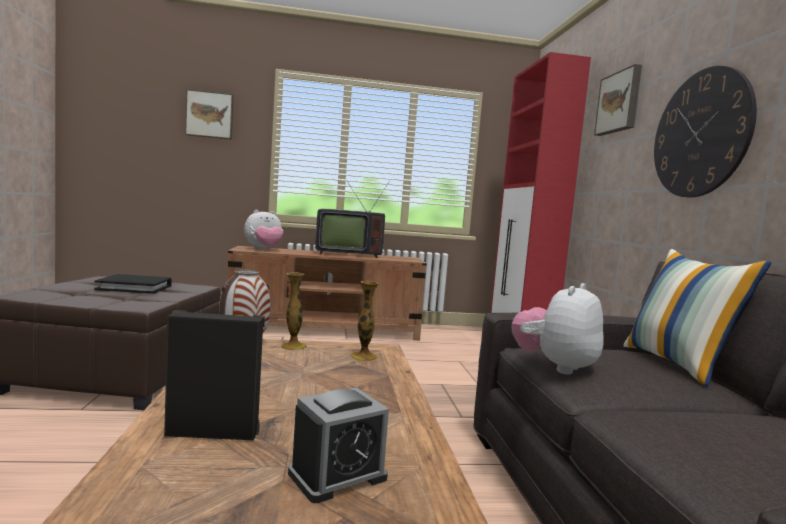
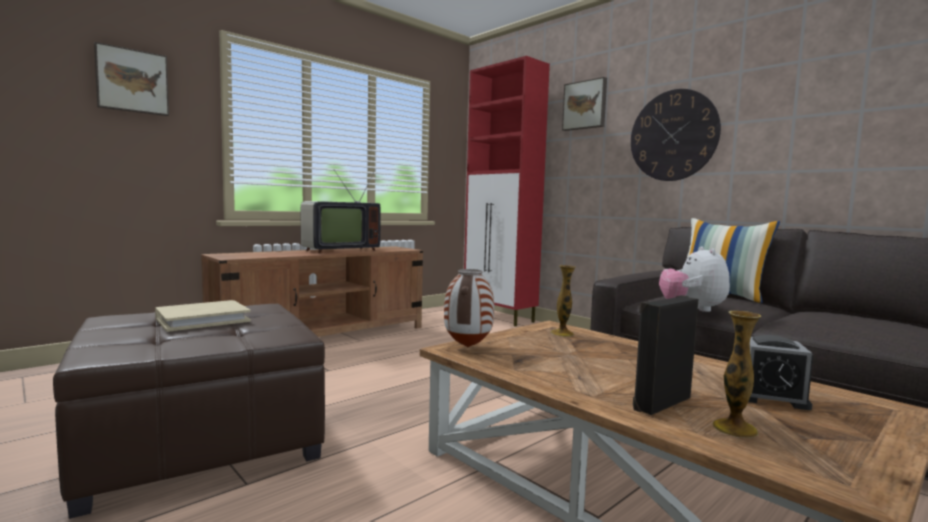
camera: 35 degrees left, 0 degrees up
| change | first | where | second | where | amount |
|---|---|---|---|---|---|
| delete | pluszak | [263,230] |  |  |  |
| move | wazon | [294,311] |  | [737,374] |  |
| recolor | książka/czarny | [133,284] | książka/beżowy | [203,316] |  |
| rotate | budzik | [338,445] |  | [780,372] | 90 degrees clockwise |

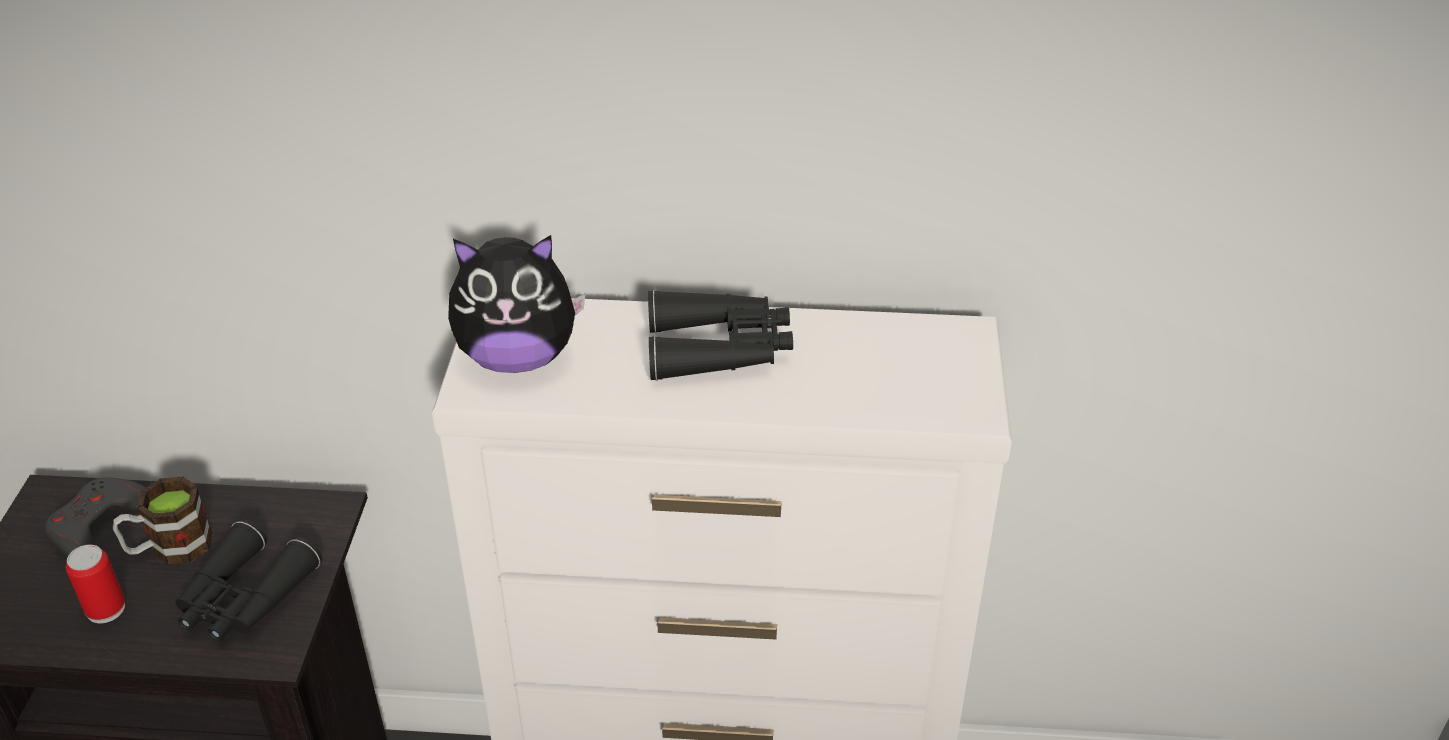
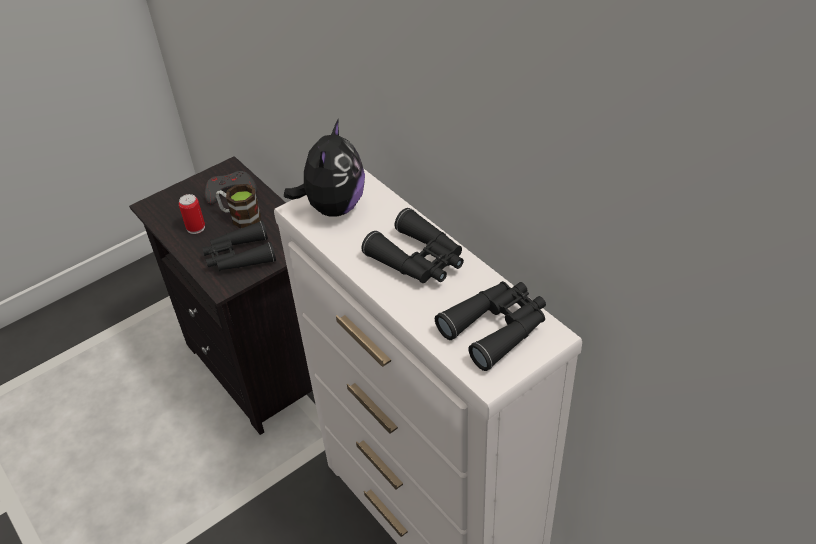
camera: 50 degrees right, 5 degrees up
| change | first | where | second | where | amount |
|---|---|---|---|---|---|
| insert |  |  | lornetka/czarny | [490,326] |  |
| rotate | pluszak | [517,304] |  | [324,167] | 120 degrees counterclockwise |

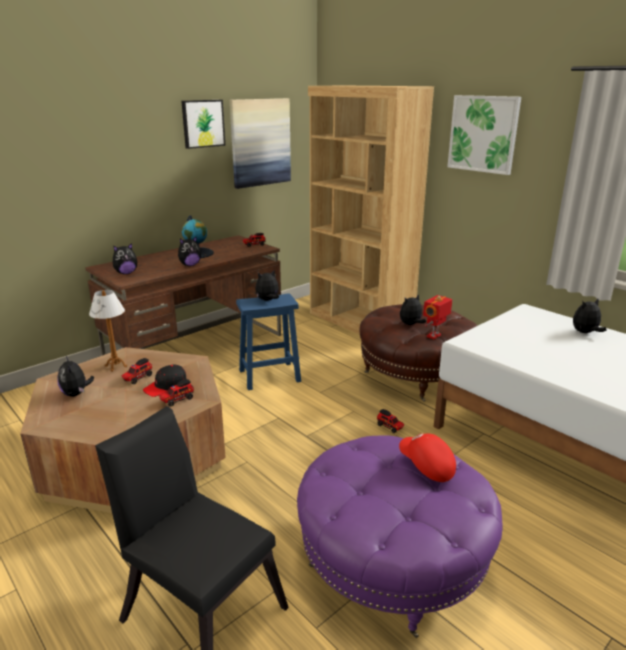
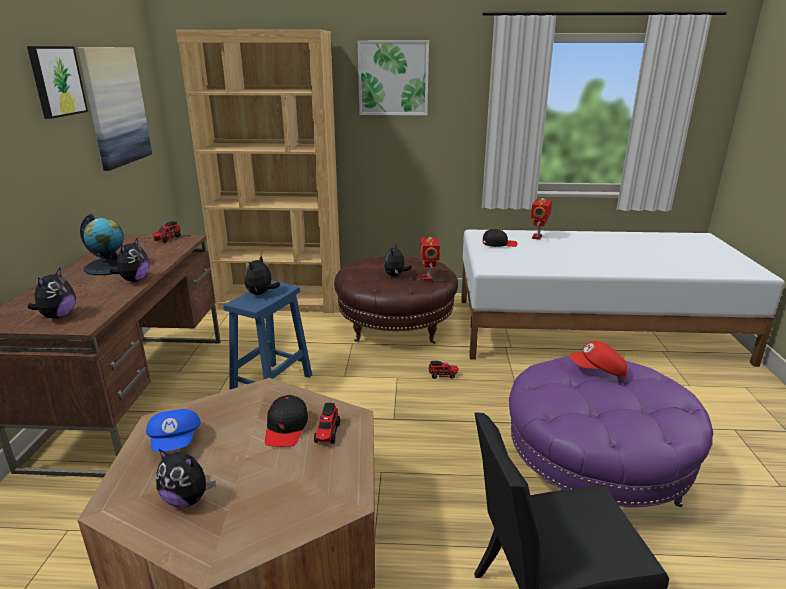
camera: 45 degrees left, 0 degrees up
| change | first | where | second | where | amount |
|---|---|---|---|---|---|
| delete | ciężarówka zabawkowa | [137,371] |  |  |  |
| insert |  |  | czapka z daszkiem/czarny | [500,238] |  |
| replace | lampa stołowa | [108,331] | czapka z daszkiem/niebieski | [173,430] |  |
| replace | pluszak | [590,316] | robot zabawkowy | [541,219] |  |

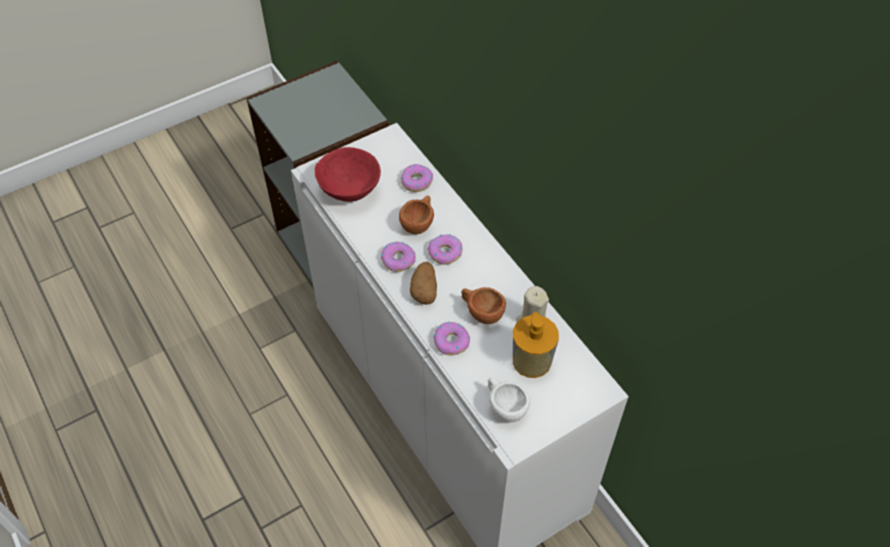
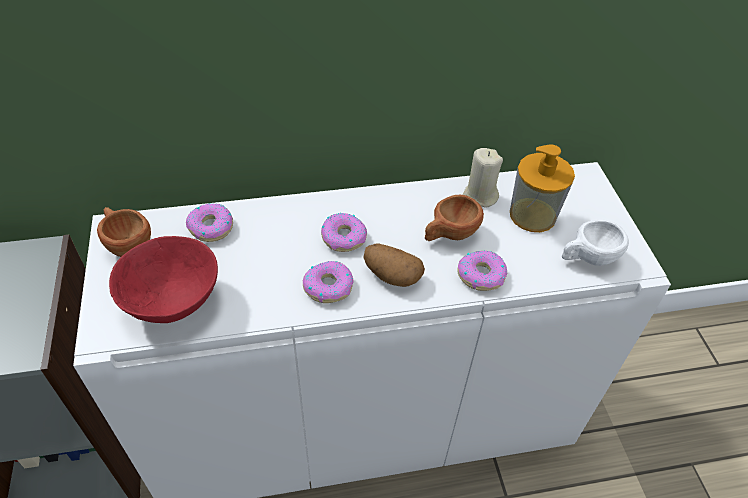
camera: 70 degrees left, 5 degrees down
| change | first | where | second | where | amount |
|---|---|---|---|---|---|
| move | filiżanka/brązowy | [416,215] |  | [124,232] |  |

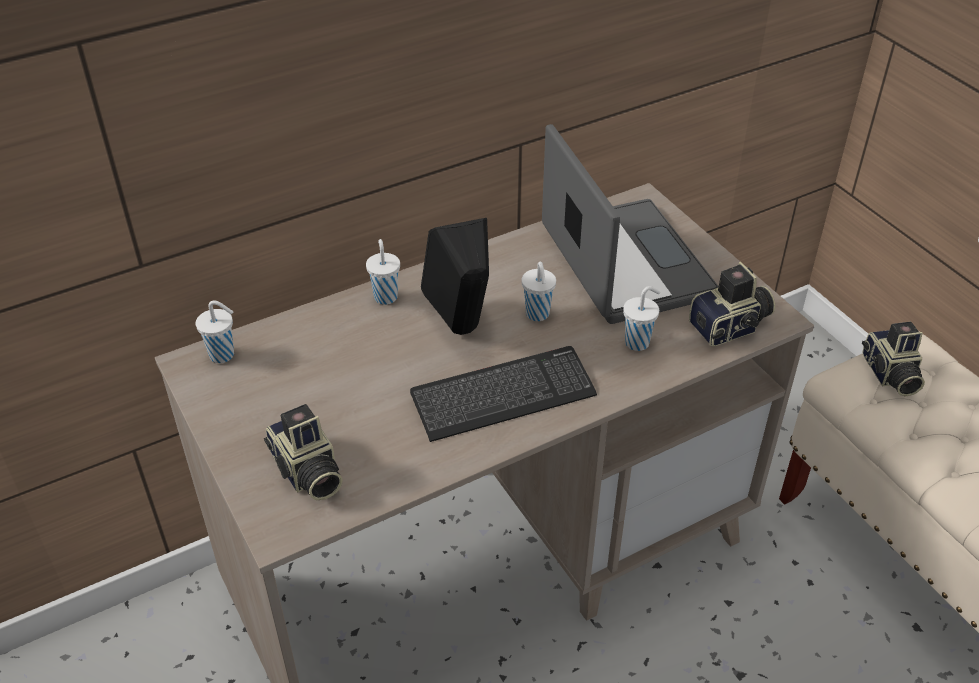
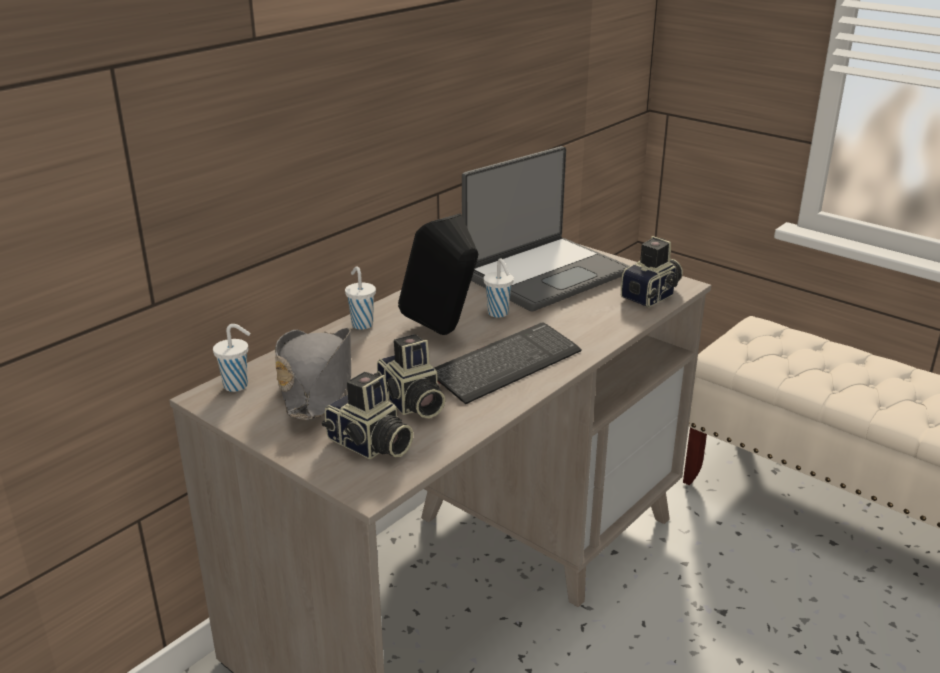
camera: 20 degrees left, 15 degrees down
| change | first | where | second | where | amount |
|---|---|---|---|---|---|
| delete | filiżanka/biały | [641,318] |  |  |  |
| insert |  |  | kapelusz/szary | [313,374] |  |
| move | aparat fotograficzny | [893,359] |  | [409,376] |  |
| rotate | laptop | [630,224] |  | [546,228] | 90 degrees clockwise |

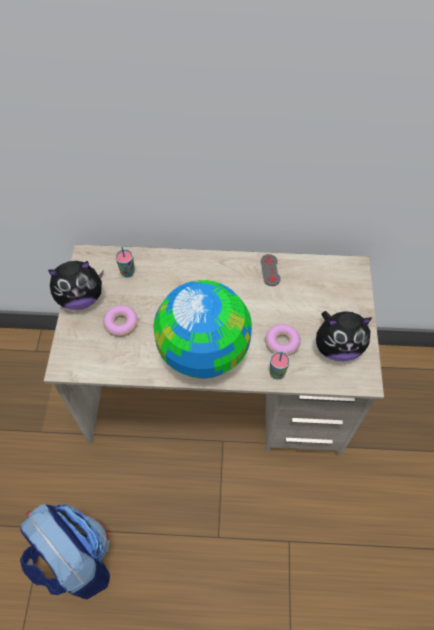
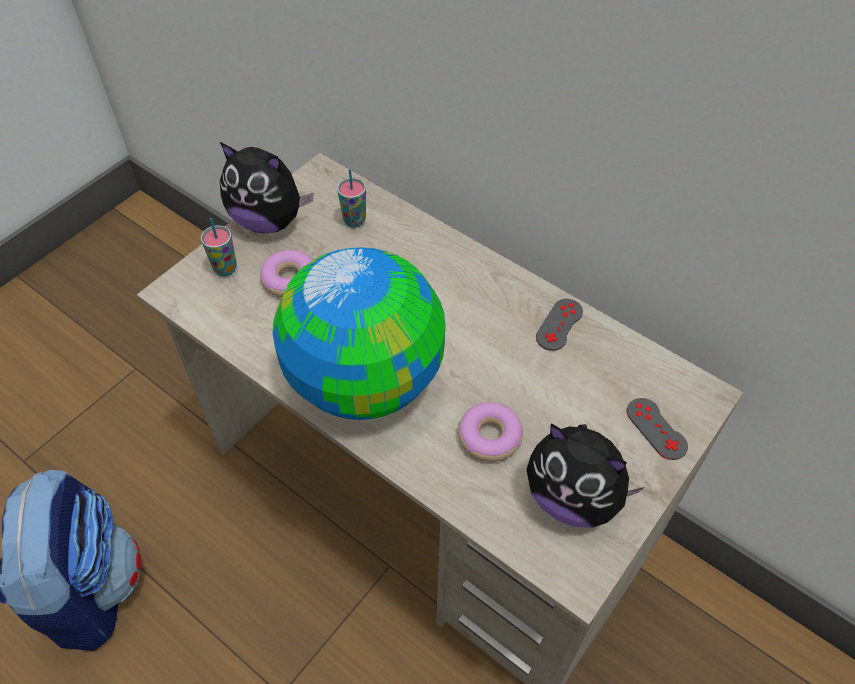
camera: 35 degrees right, 5 degrees down
| change | first | where | second | where | amount |
|---|---|---|---|---|---|
| insert |  |  | pad do gier/szary | [657,429] |  |
| move | filiżanka | [280,365] |  | [219,247] |  |

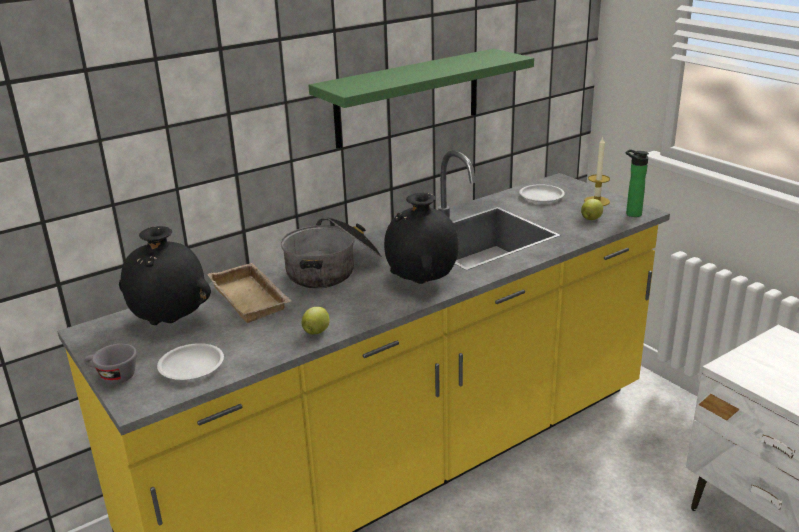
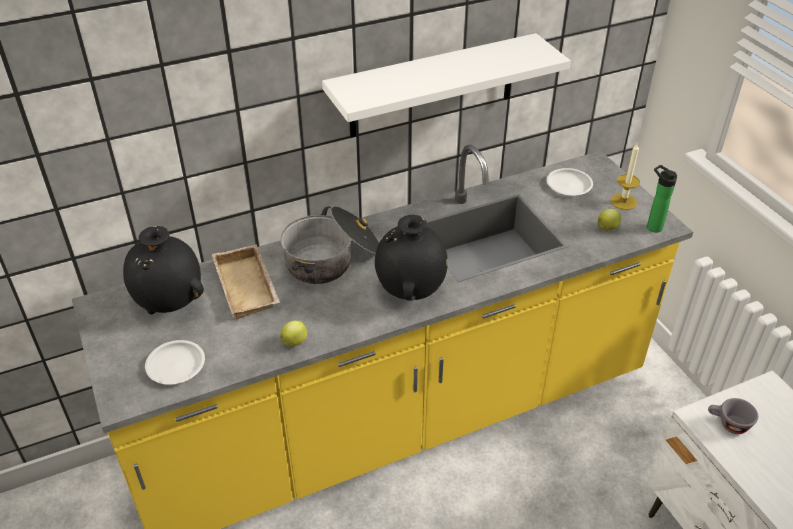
camera: 10 degrees right, 15 degrees up
| change | first | where | second | where | amount |
|---|---|---|---|---|---|
| move | filiżanka/szary | [110,364] |  | [733,416] |  |
| recolor | półka/zielony | [421,99] | półka/biały | [446,85] |  |

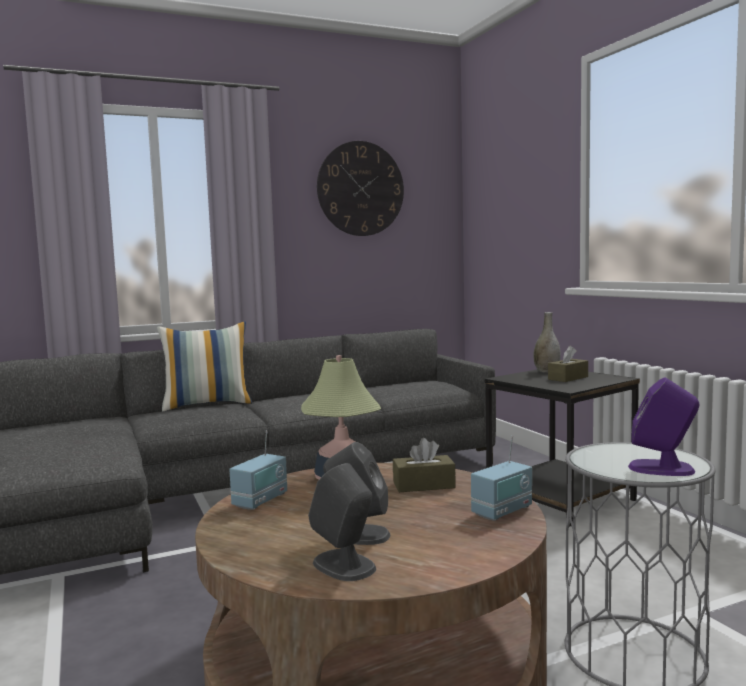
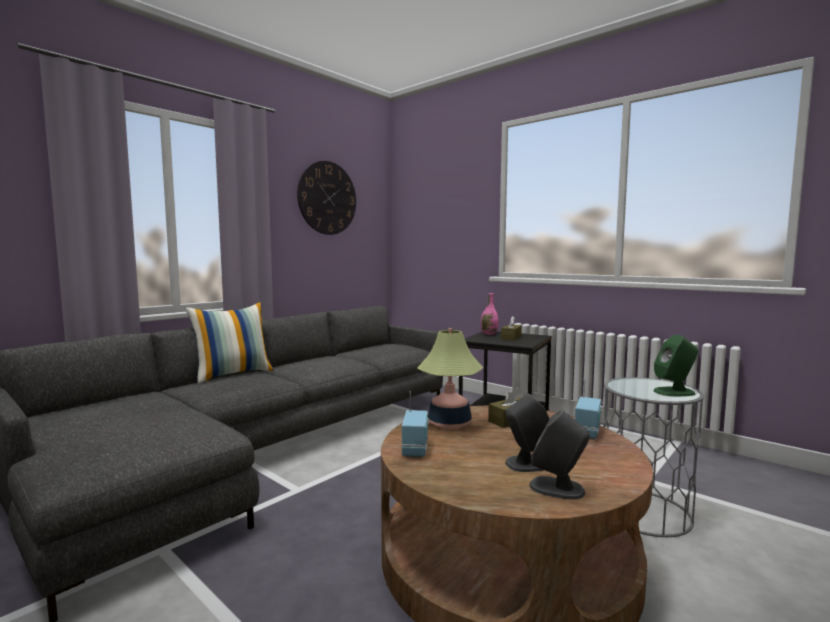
camera: 25 degrees left, 0 degrees up
| change | first | where | second | where | amount |
|---|---|---|---|---|---|
| recolor | wazon/szary | [547,342] | wazon/różowy | [489,314] |  |
| recolor | głośnik/fioletowy | [663,426] | głośnik/zielony | [675,365] |  |

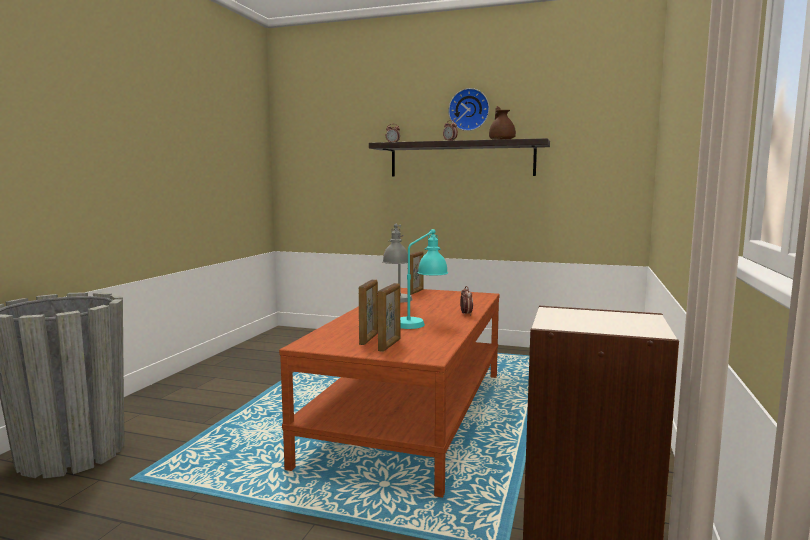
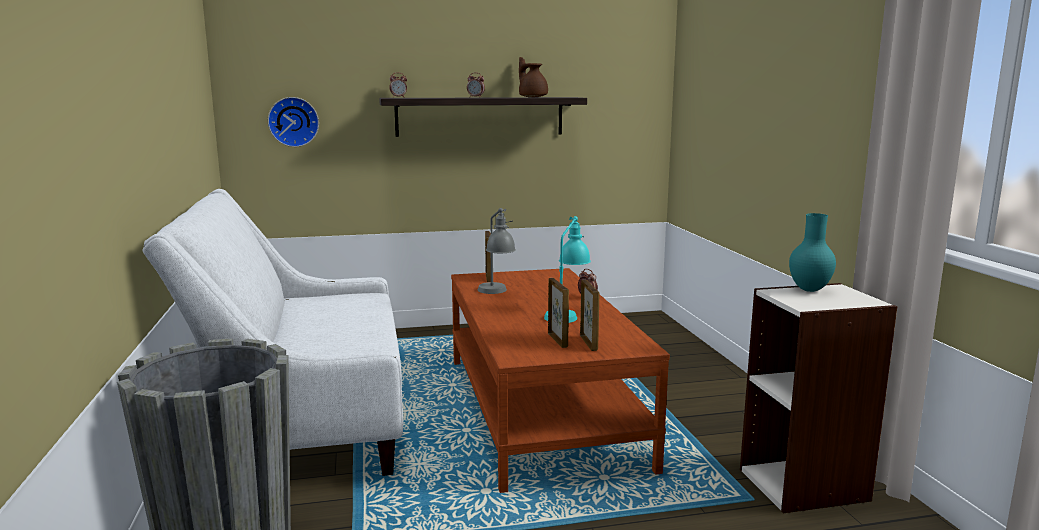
camera: 30 degrees left, 5 degrees up
| change | first | where | second | where | amount |
|---|---|---|---|---|---|
| insert |  |  | kanapa/biały | [272,332] |  |
| insert |  |  | wazon/turkusowy | [812,252] |  |
| move | zegar ścienny | [468,109] |  | [293,122] |  |

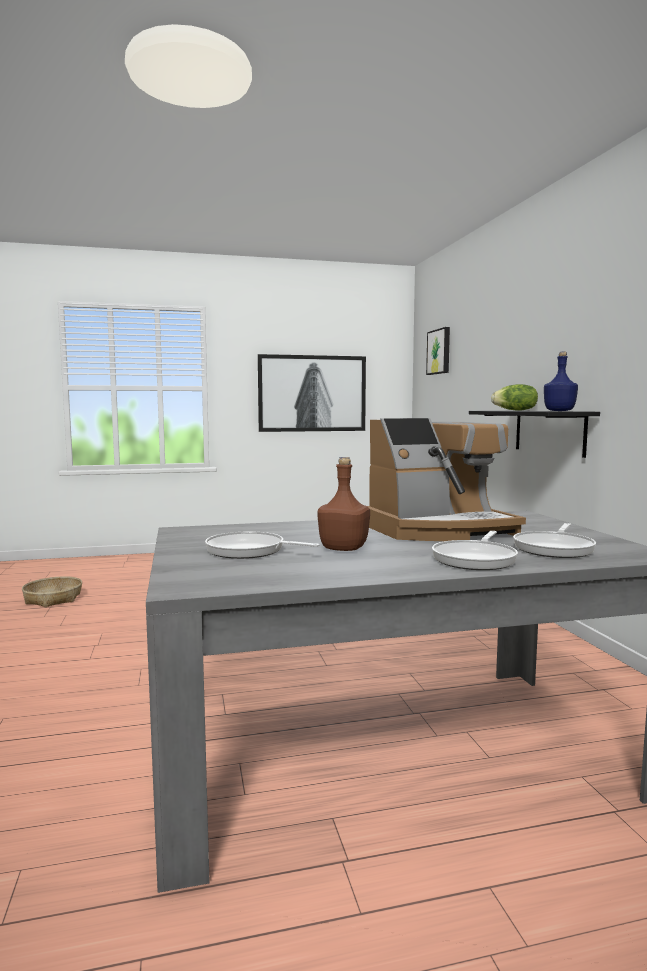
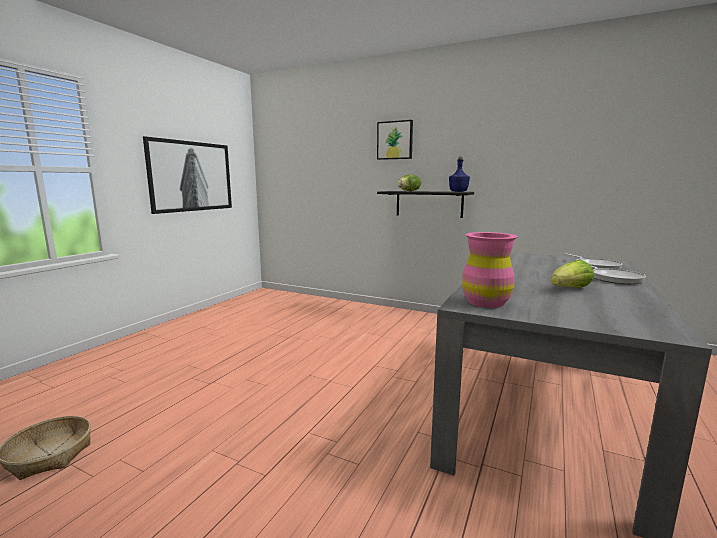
camera: 50 degrees left, 5 degrees up
| change | first | where | second | where | amount |
|---|---|---|---|---|---|
| delete | patelnia | [262,545] |  |  |  |
| delete | ekspres do kawy | [447,479] |  |  |  |
| insert |  |  | wazon/różowy | [490,270] |  |
| move | obraz | [438,351] |  | [395,140] |  |
| replace | butelka/brązowy | [344,504] | sałata | [572,274] |  |

